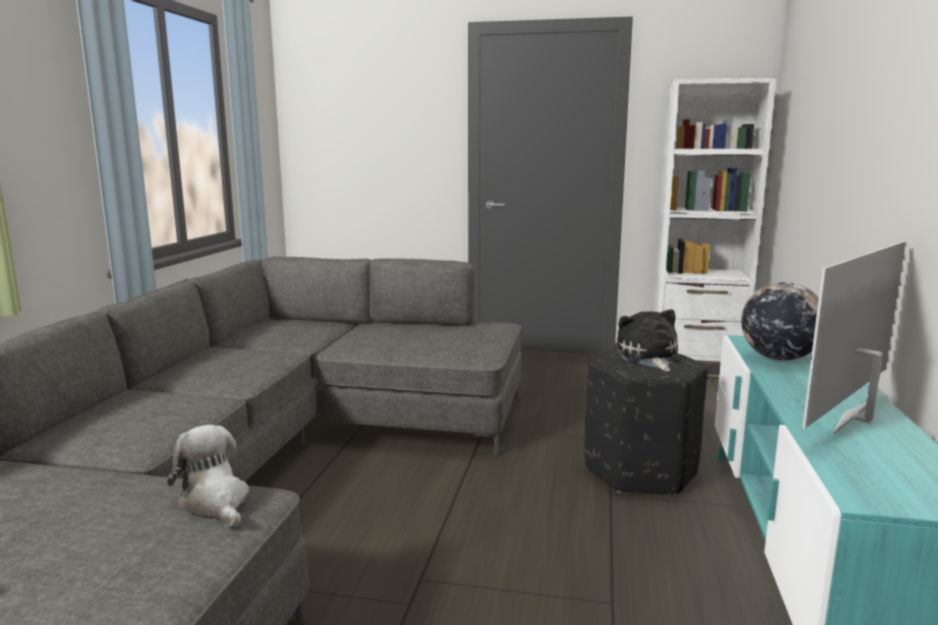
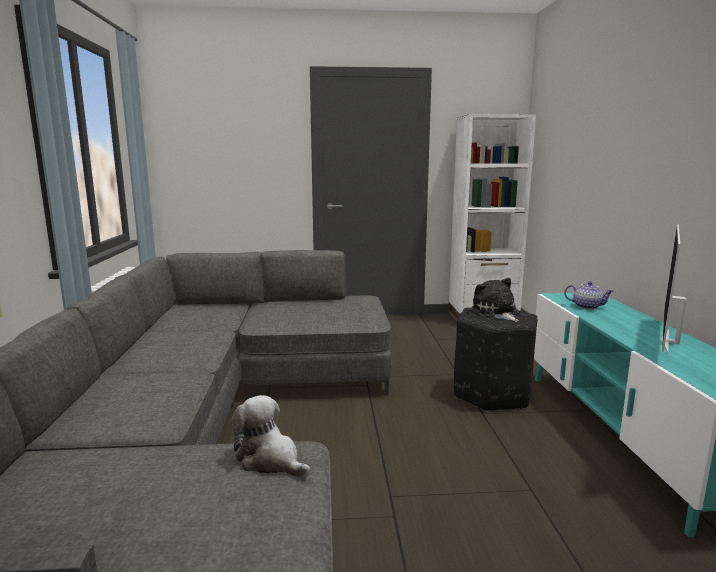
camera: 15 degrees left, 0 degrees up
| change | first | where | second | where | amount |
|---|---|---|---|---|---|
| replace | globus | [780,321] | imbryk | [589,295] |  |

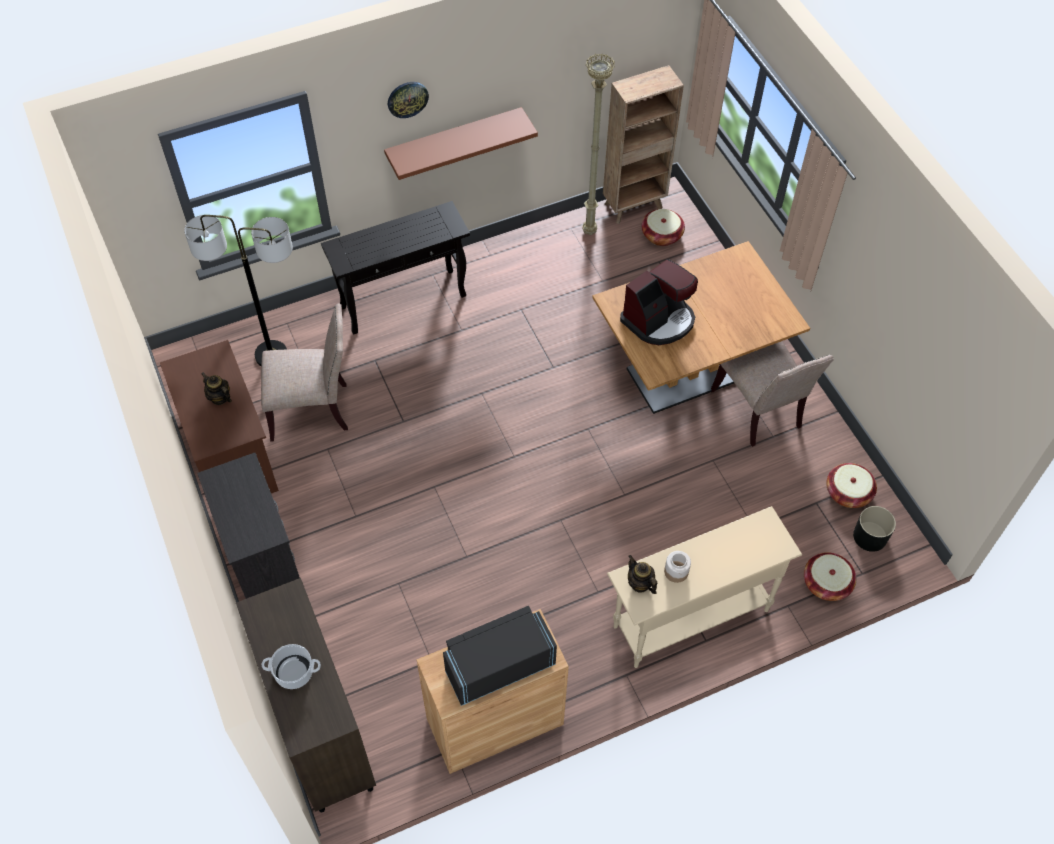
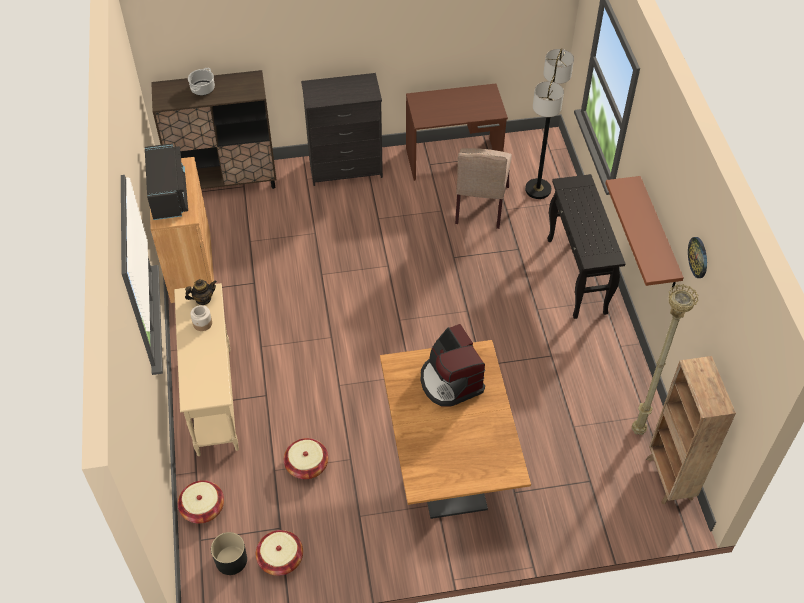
camera: 105 degrees right, 5 degrees down
| change | first | where | second | where | amount |
|---|---|---|---|---|---|
| delete | imbryk | [216,388] |  |  |  |
| delete | krzesło/beżowy | [772,394] |  |  |  |
| move | zegar ścienny | [408,100] |  | [697,257] |  |
| move | koszyk | [663,227] |  | [306,458] |  |

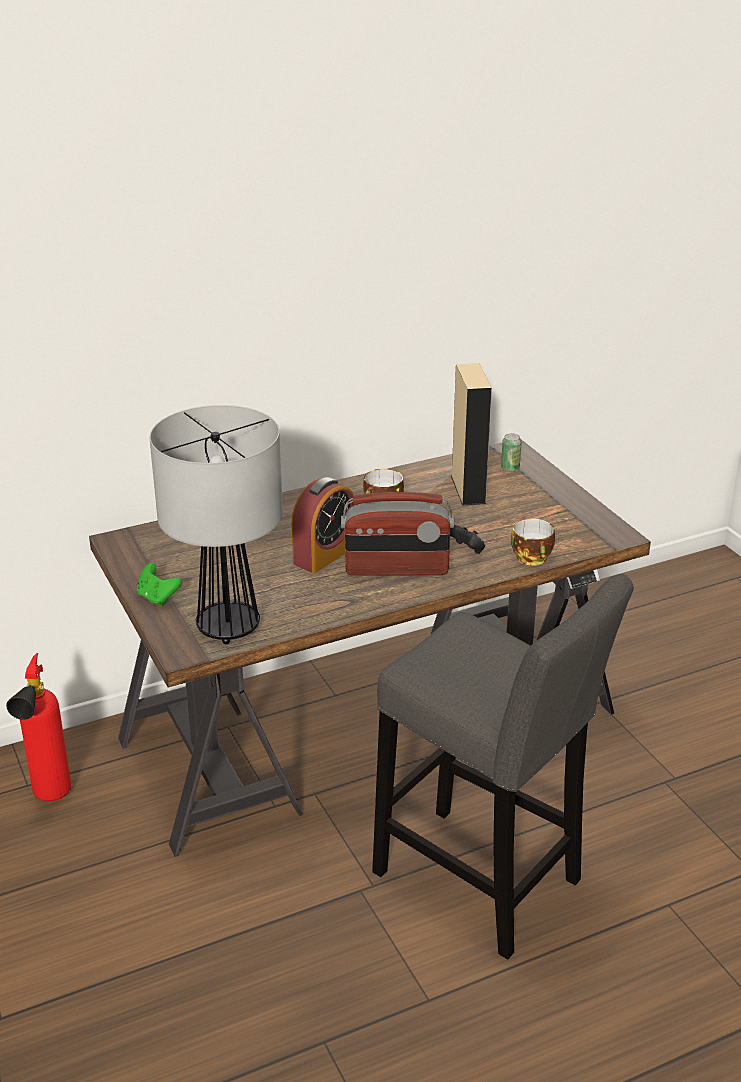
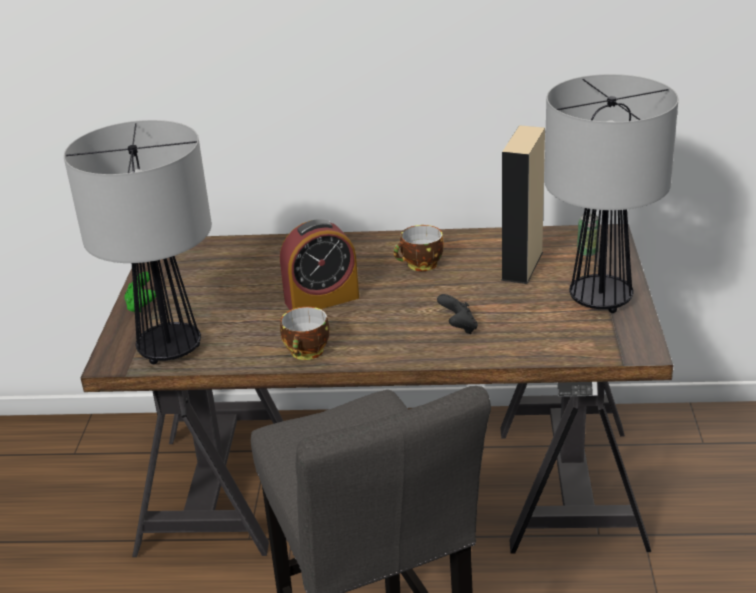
camera: 30 degrees right, 0 degrees up
| change | first | where | second | where | amount |
|---|---|---|---|---|---|
| delete | gaśnica | [38,727] |  |  |  |
| delete | radio | [397,534] |  |  |  |
| insert |  |  | lampa stołowa | [611,193] |  |
| move | filiżanka | [533,542] |  | [305,333] |  |

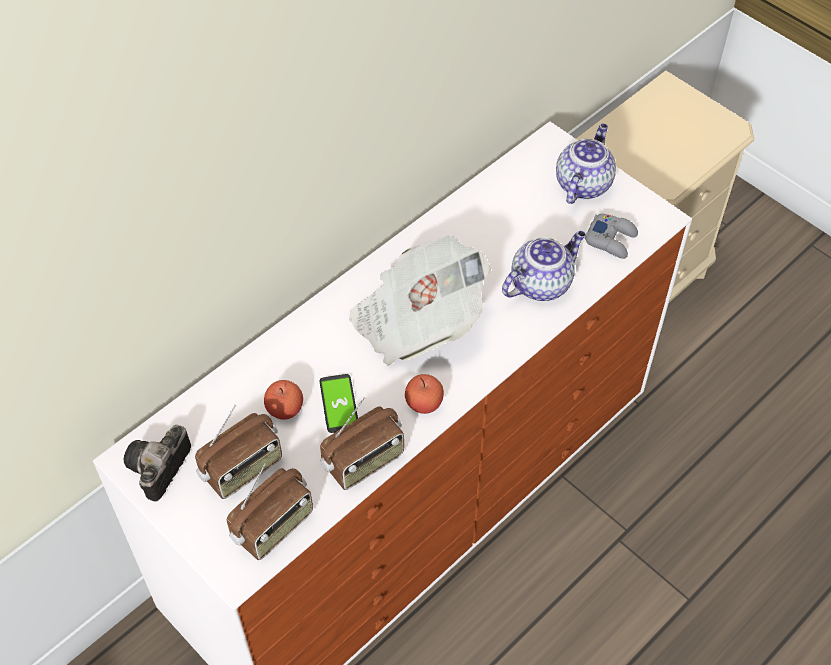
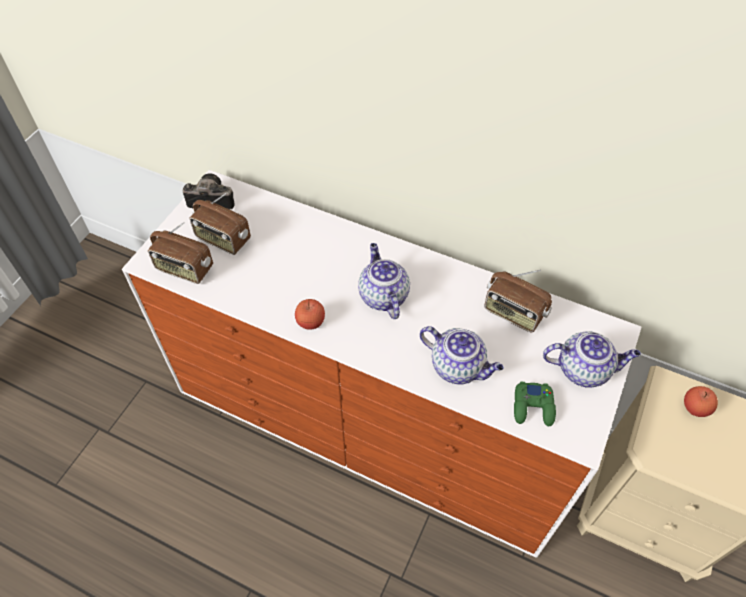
camera: 70 degrees right, 0 degrees up
| change | first | where | second | where | amount |
|---|---|---|---|---|---|
| delete | telefon | [339,403] |  |  |  |
| move | jabłko | [283,400] |  | [701,401] |  |
| move | radio | [362,443] |  | [518,301] |  |
| replace | gazeta | [420,300] | imbryk | [384,281] |  |
| recolor | pad do gier/szary | [611,236] | pad do gier/zielony | [535,403] |  |

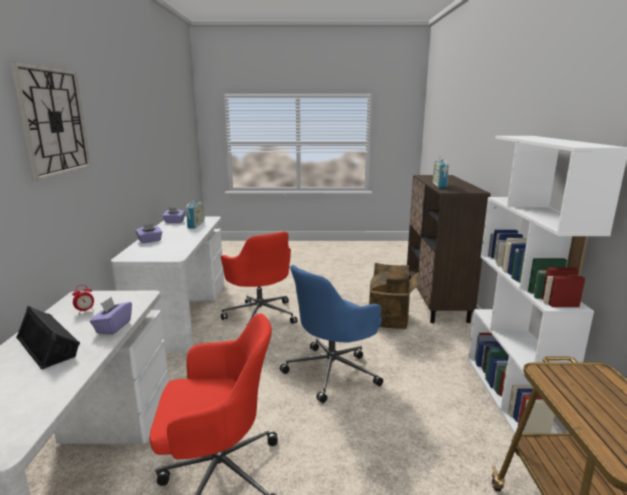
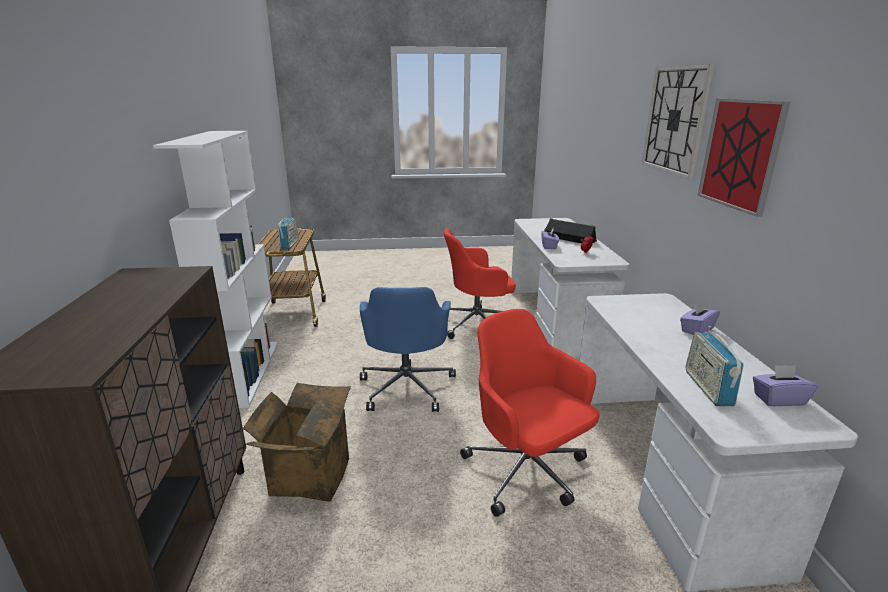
camera: 175 degrees right, 5 degrees up
| change | first | where | second | where | amount |
|---|---|---|---|---|---|
| insert |  |  | obraz | [744,158] |  |
| move | radio | [441,173] |  | [288,233] |  |
| rotate | krzesło biurowe/niebieski | [331,334] |  | [408,349] | 135 degrees clockwise |

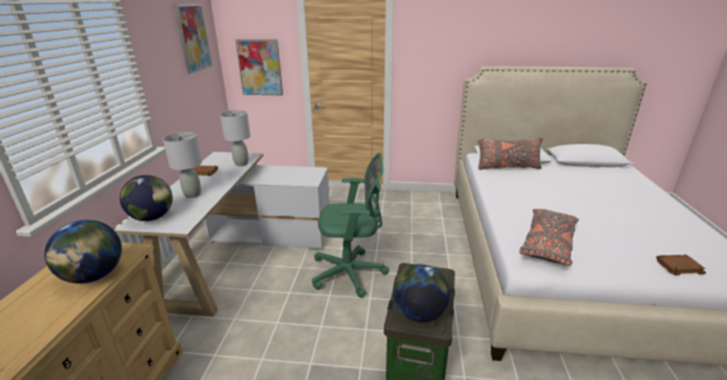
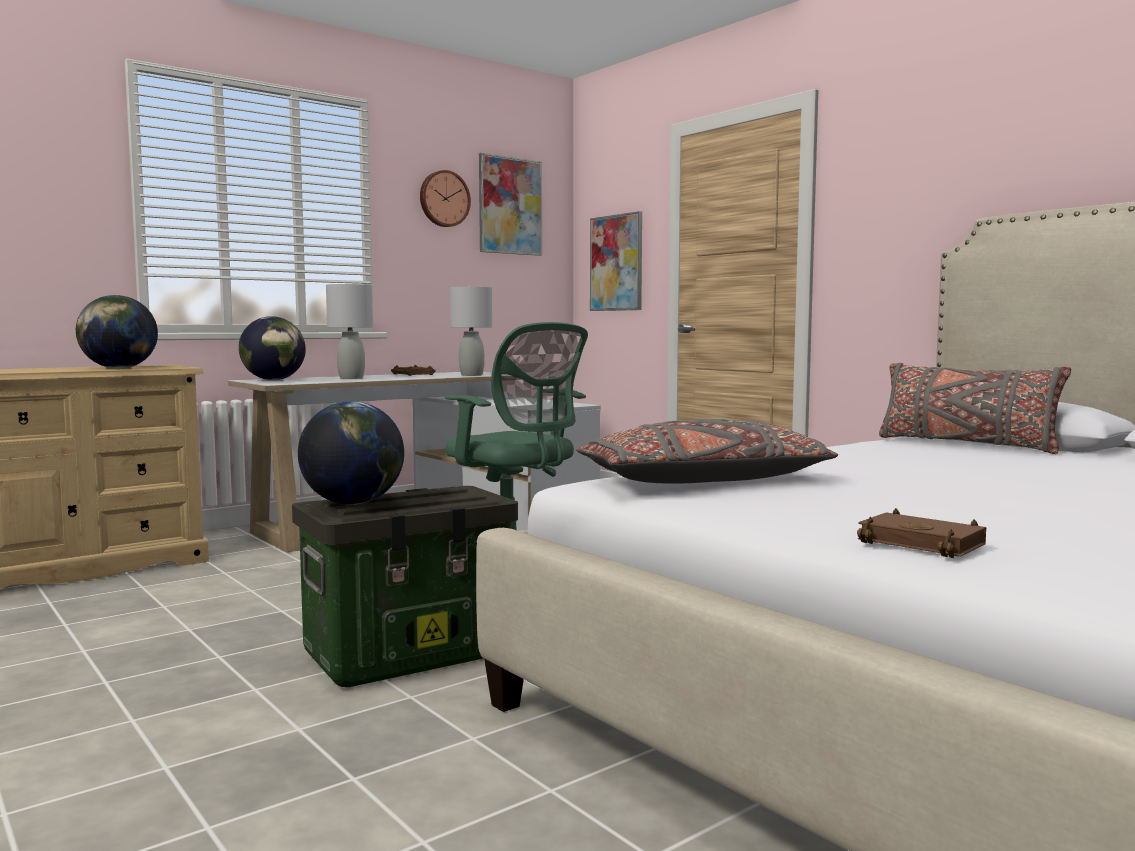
camera: 45 degrees right, 20 degrees down
| change | first | where | second | where | amount |
|---|---|---|---|---|---|
| insert |  |  | zegar ścienny | [445,198] |  |

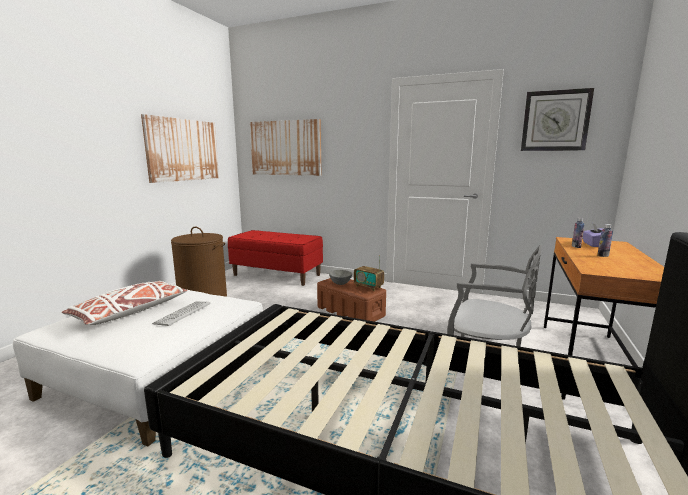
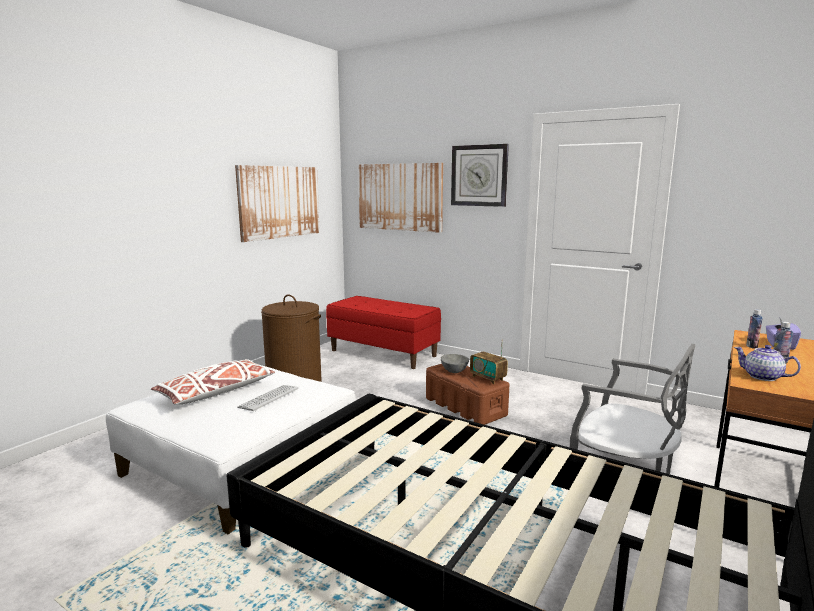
camera: 10 degrees right, 0 degrees up
| change | first | where | second | where | amount |
|---|---|---|---|---|---|
| insert |  |  | imbryk | [767,363] |  |
| move | zegar ścienny | [557,119] |  | [480,175] |  |

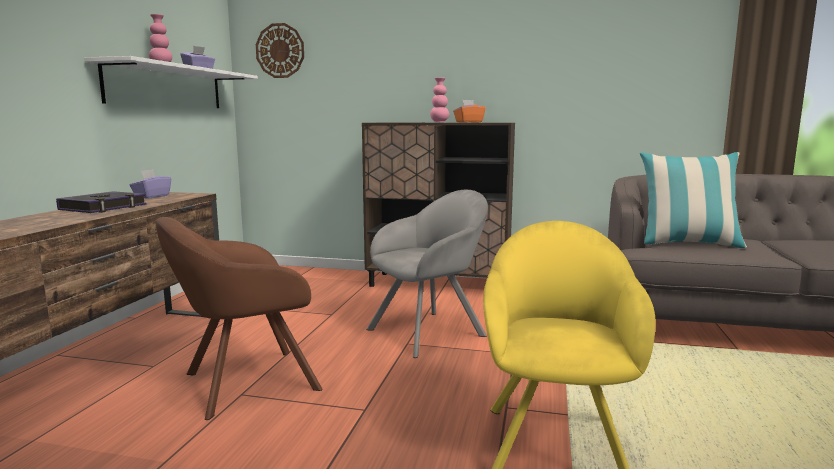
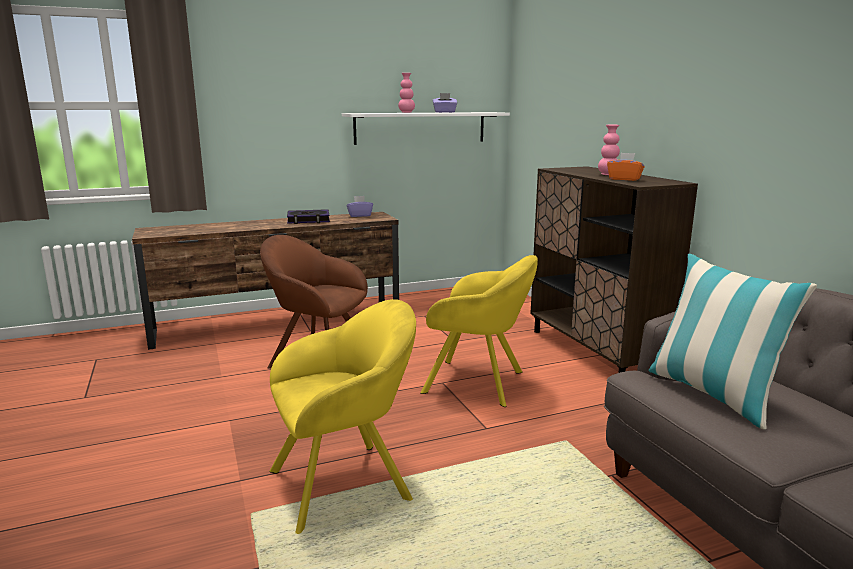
camera: 55 degrees right, 5 degrees up
| change | first | where | second | where | amount |
|---|---|---|---|---|---|
| delete | zegar ścienny | [280,50] |  |  |  |
| recolor | fotel/szary | [427,274] | fotel/żółty | [479,331] |  |

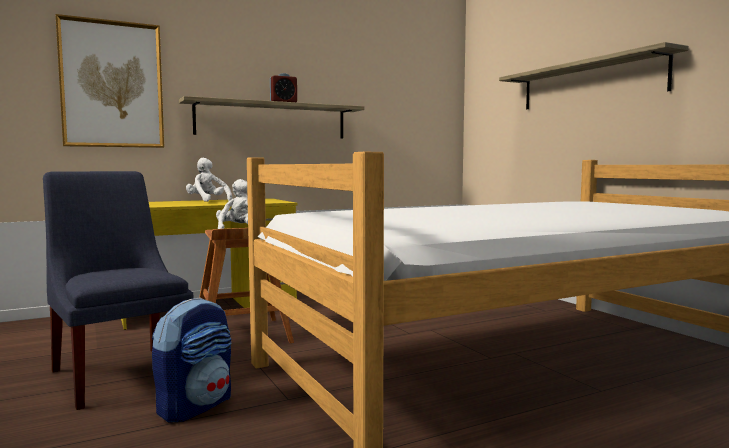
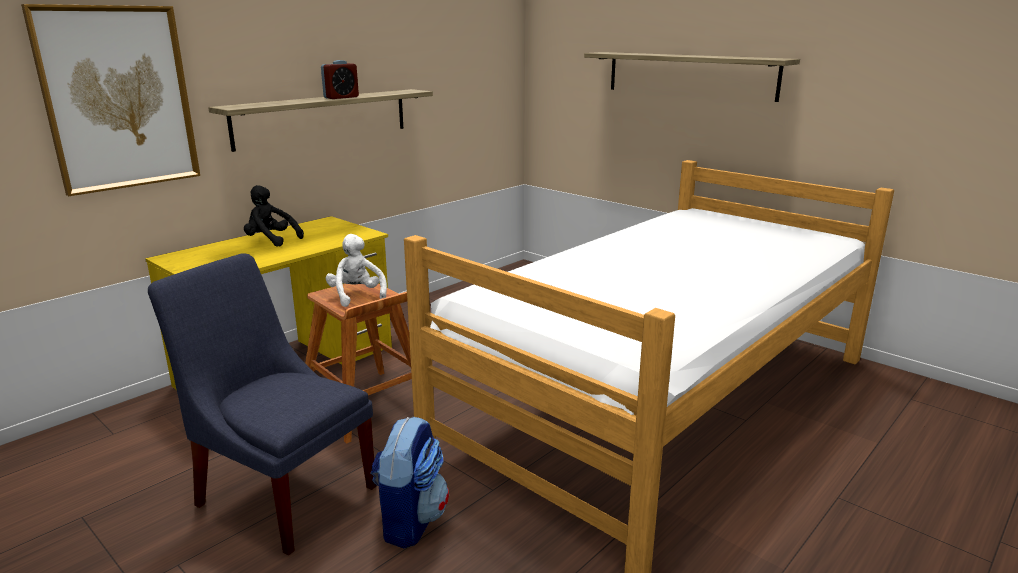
camera: 20 degrees left, 15 degrees up
| change | first | where | second | where | amount |
|---|---|---|---|---|---|
| recolor | pluszak/biały | [209,180] | pluszak/czarny | [274,216] |  |

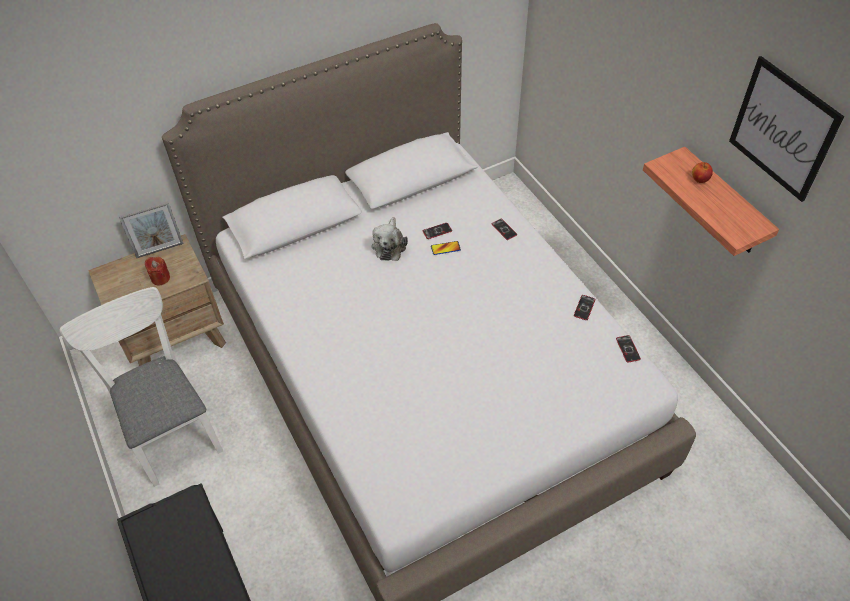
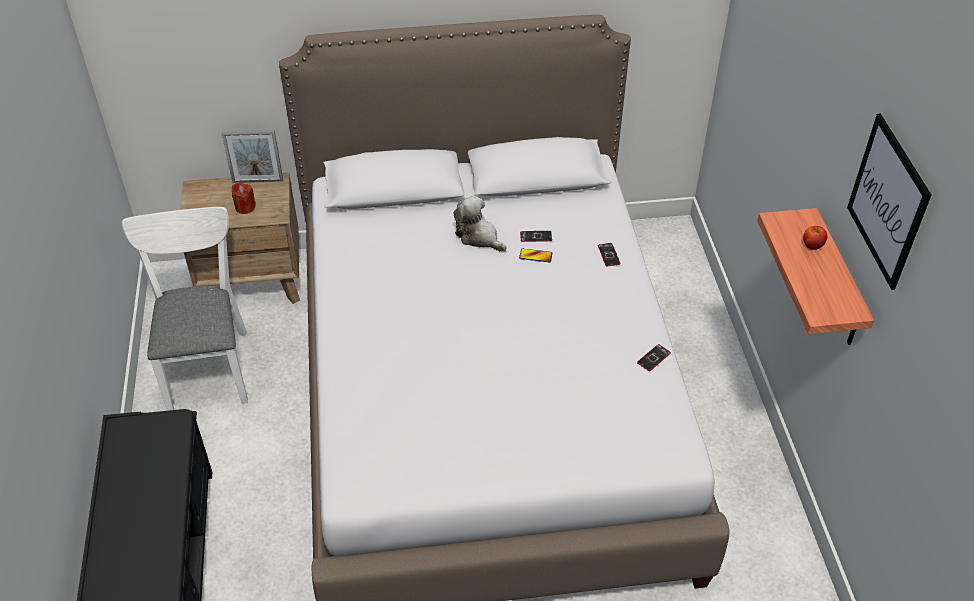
camera: 20 degrees right, 5 degrees down
| change | first | where | second | where | amount |
|---|---|---|---|---|---|
| delete | telefon | [628,349] |  |  |  |
| rotate | pluszak | [389,239] |  | [480,223] | 105 degrees clockwise |

